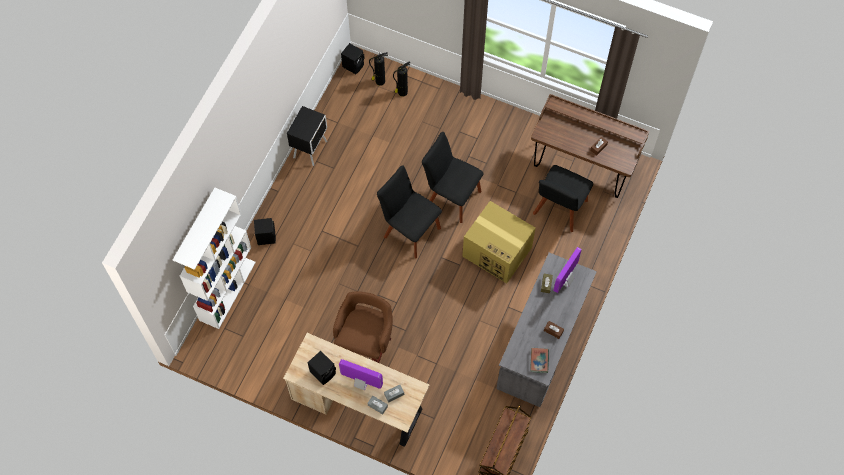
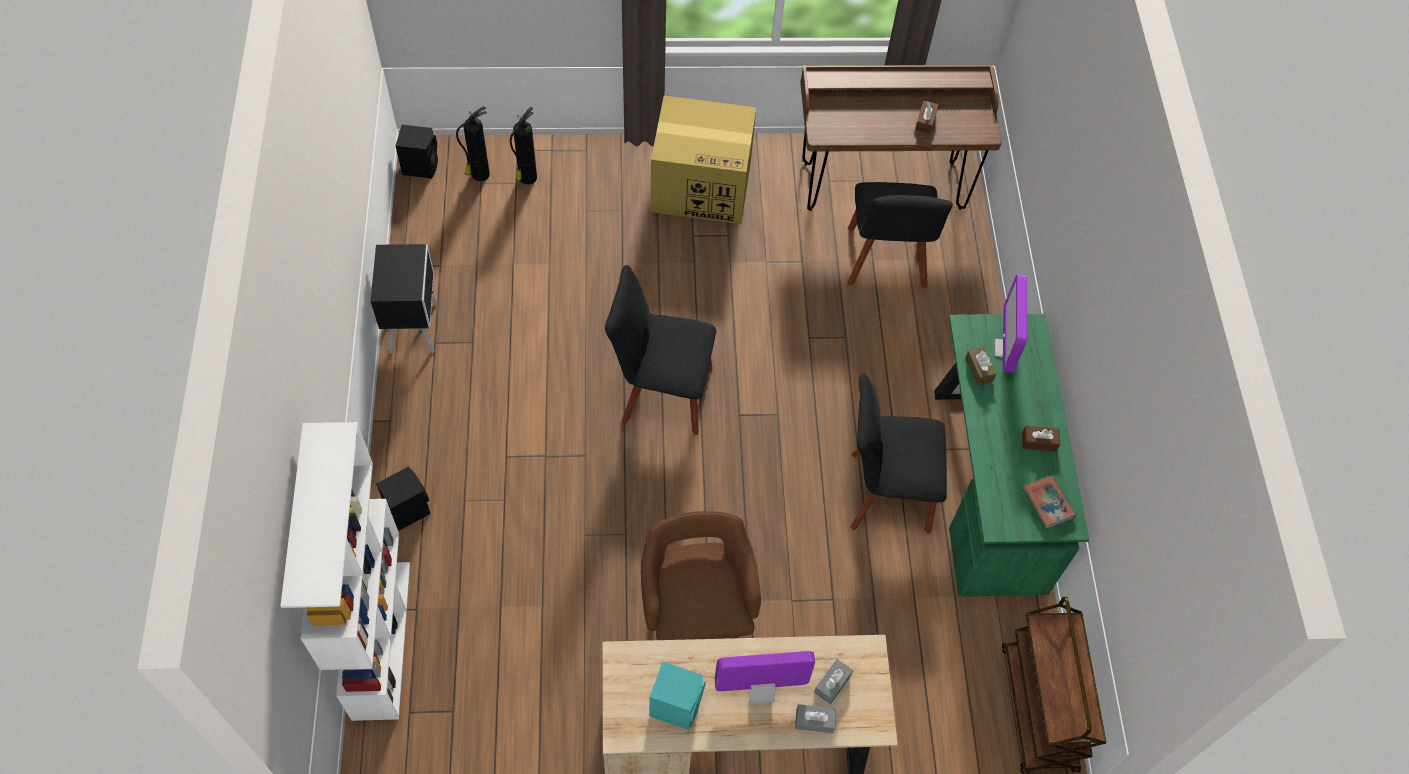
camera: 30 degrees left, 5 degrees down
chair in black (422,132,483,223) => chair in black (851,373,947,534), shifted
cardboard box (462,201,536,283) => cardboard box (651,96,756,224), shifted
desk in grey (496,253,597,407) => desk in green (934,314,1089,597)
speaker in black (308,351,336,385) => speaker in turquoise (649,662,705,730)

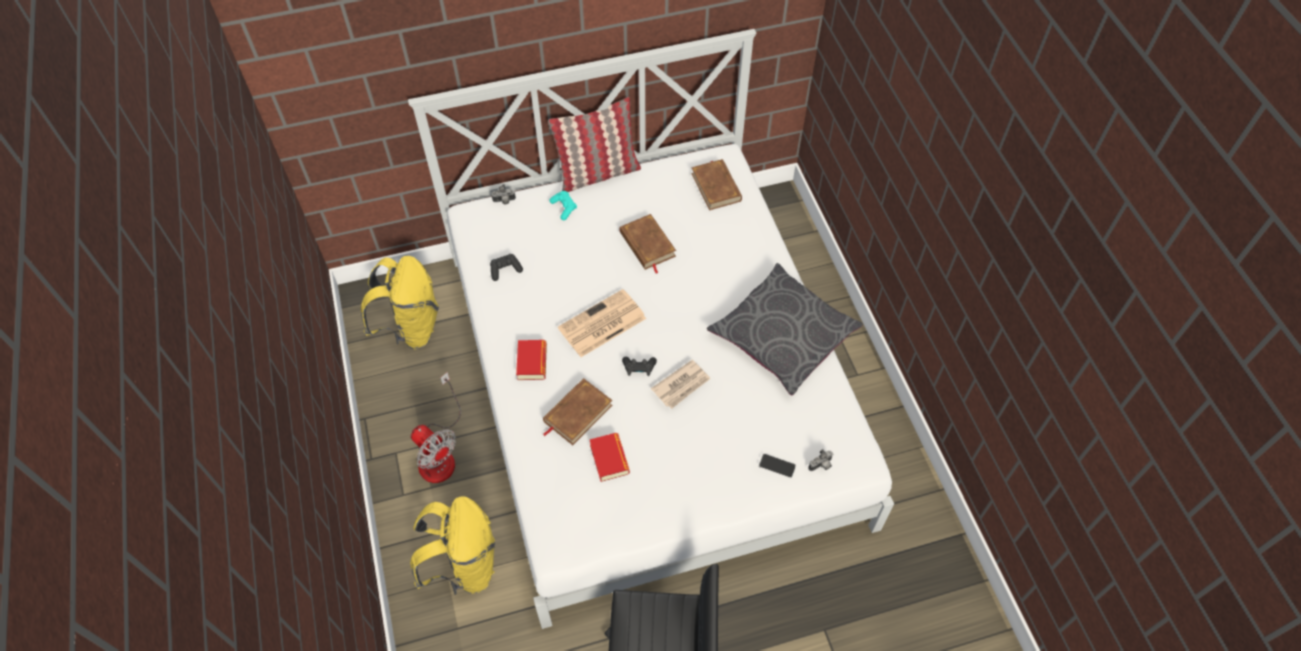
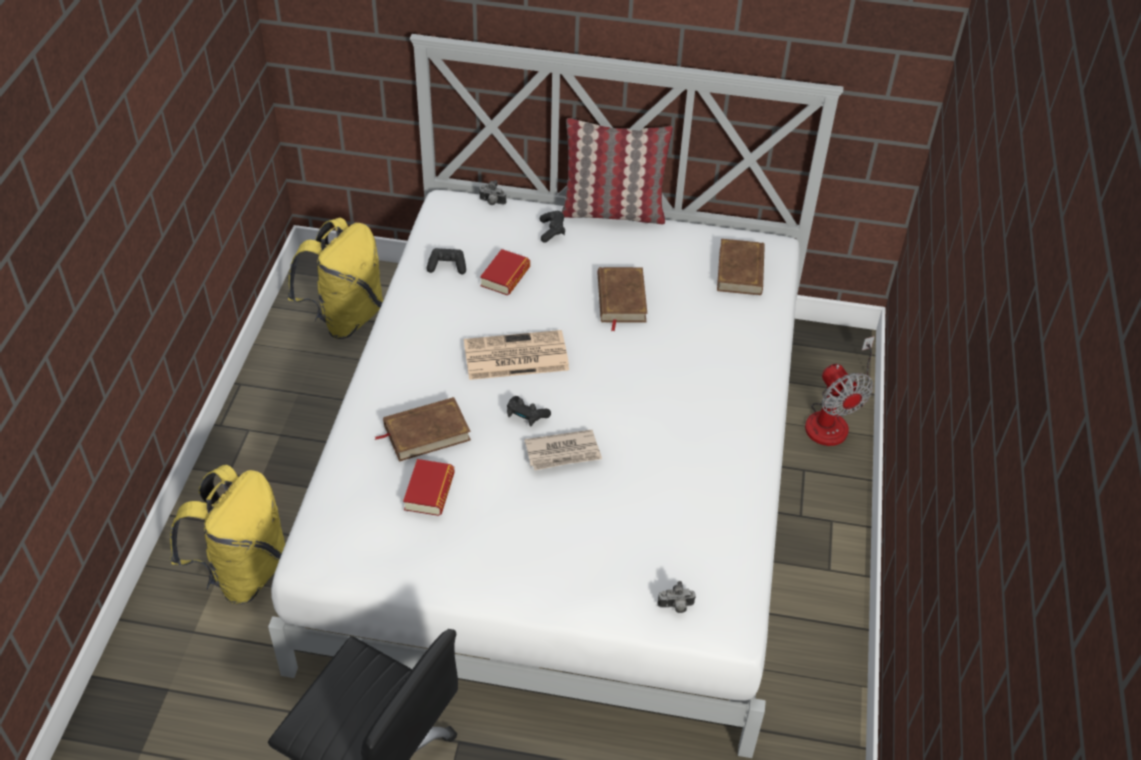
camera: 25 degrees right, 10 degrees down
game controller in turquoise (549,191,577,220) => game controller in black (540,211,565,243)
pillow in grey (707,263,863,396) => nothing
book (516,340,547,380) => book (480,249,530,295), shifted
fan (411,372,461,483) => fan (805,336,875,446), shifted
phone (759,454,796,478) => nothing

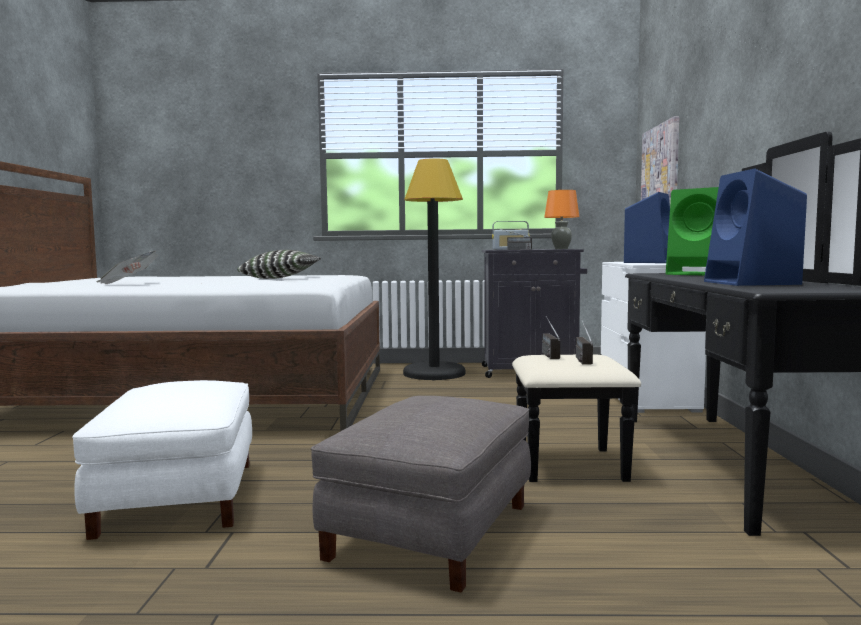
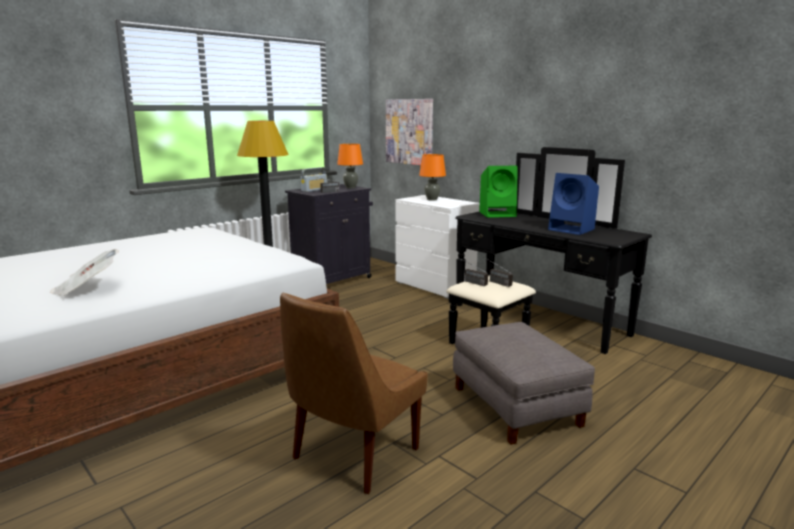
camera: 45 degrees left, 10 degrees up
speaker in blue (624,192,670,263) => table lamp in orange (419,154,446,201)
pillow (237,250,321,279) => nothing
ottoman in white (72,380,252,540) => chair in brown (280,293,428,494)

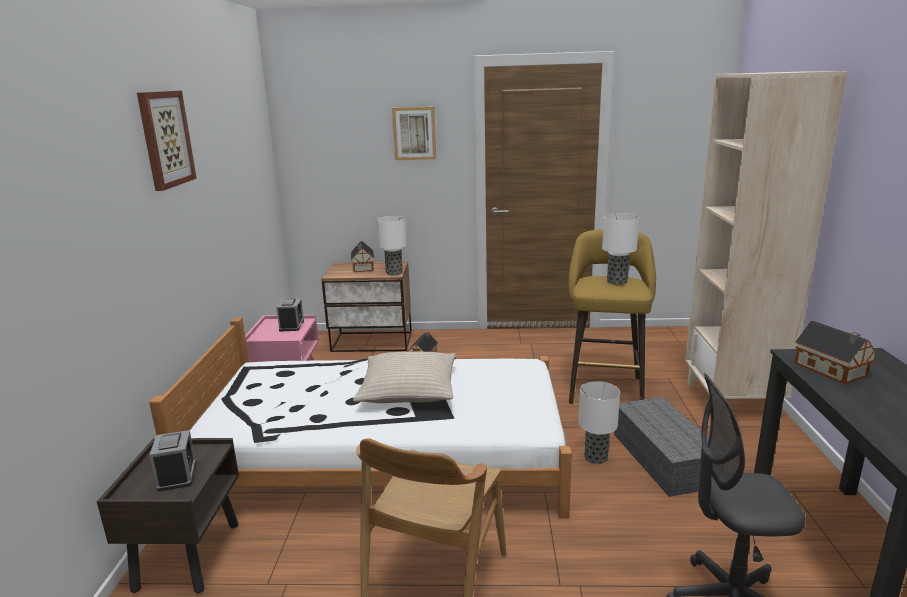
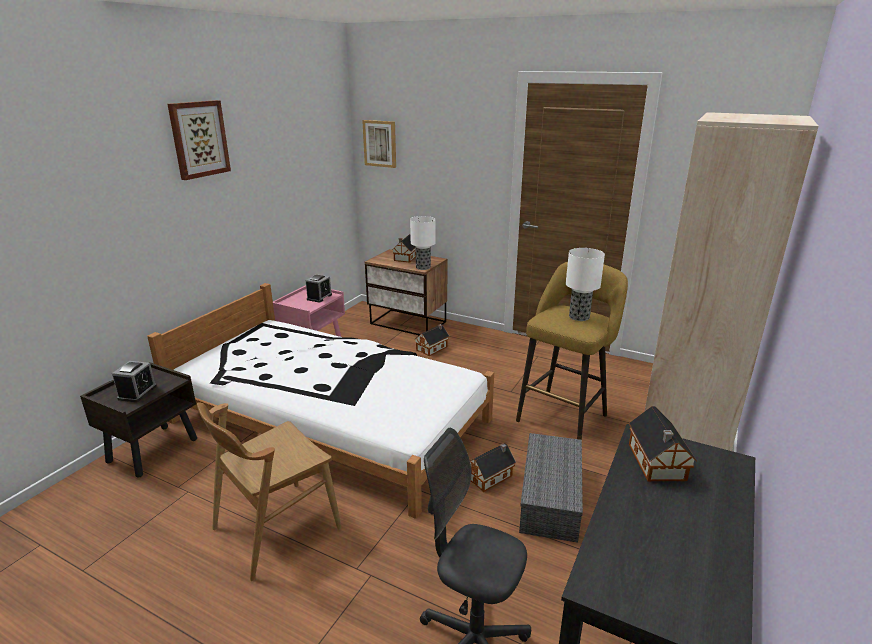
camera: 25 degrees right, 5 degrees up
picture (392,107,436,160) => picture (362,120,396,168), shifted
pillow in beige (353,352,456,403) => nothing
table lamp (578,381,620,464) => toy house (470,443,516,492)

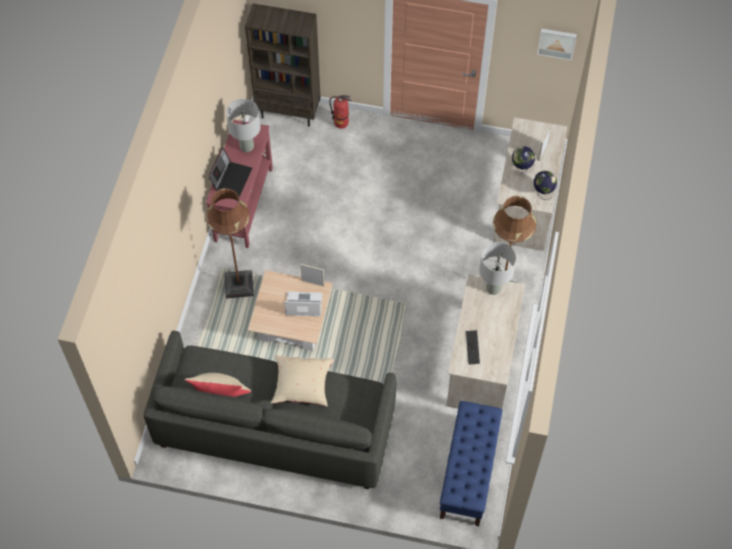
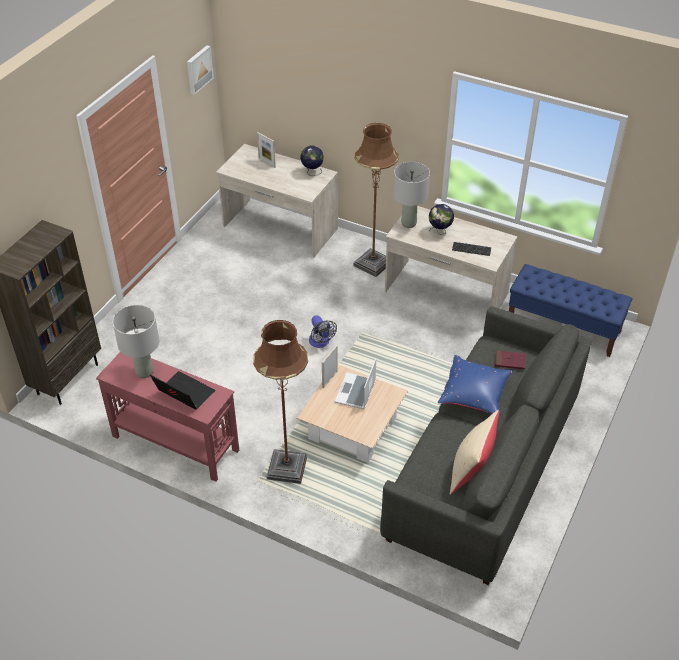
camera: 75 degrees left, 15 degrees down
fire extinguisher (329,95,351,129) => nothing
globe (512,146,535,173) => globe (429,204,454,235), shifted
pillow in beige (270,355,334,407) => pillow in blue (438,355,512,418)
nothing => fan (309,315,337,348)
nothing => book in red (495,350,526,370)

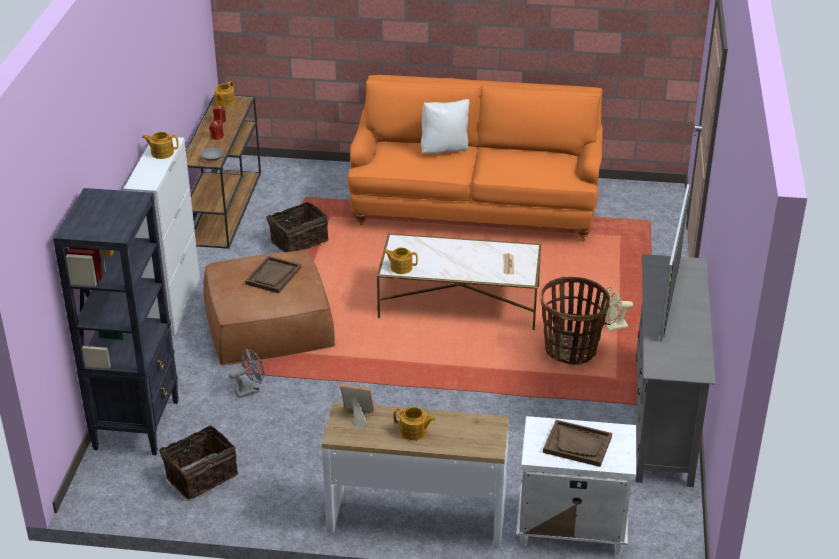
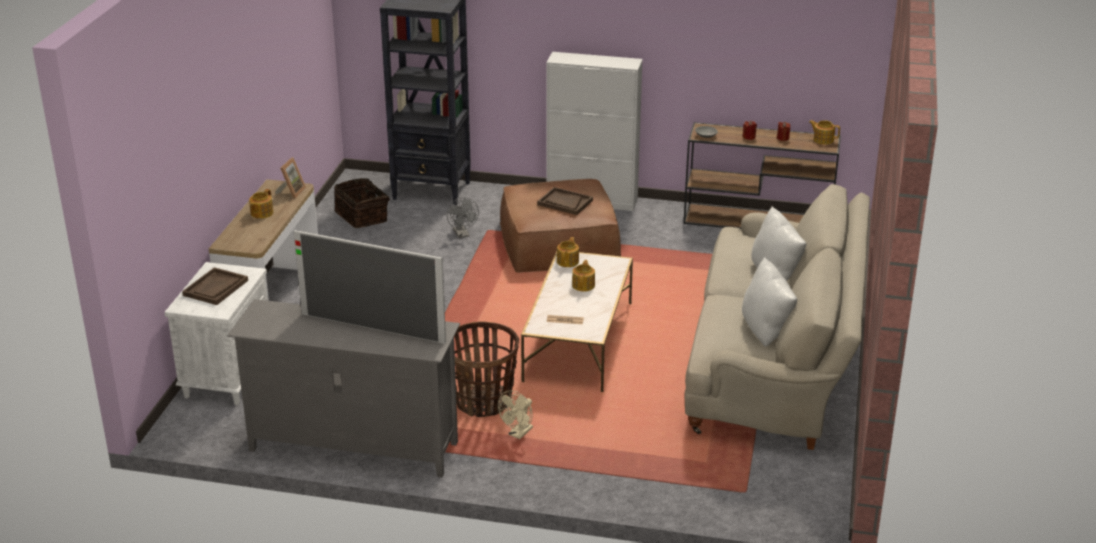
camera: 95 degrees right, 5 degrees down
sofa in orange (347,75,603,241) => sofa in beige (685,184,870,450)
teapot (142,132,179,159) => teapot (572,260,595,292), shifted
basket (266,202,328,252) => nothing
fan in beige (600,287,633,331) => fan in beige (498,390,533,439), 135 degrees counterclockwise
nothing => pillow in white (742,257,797,347)

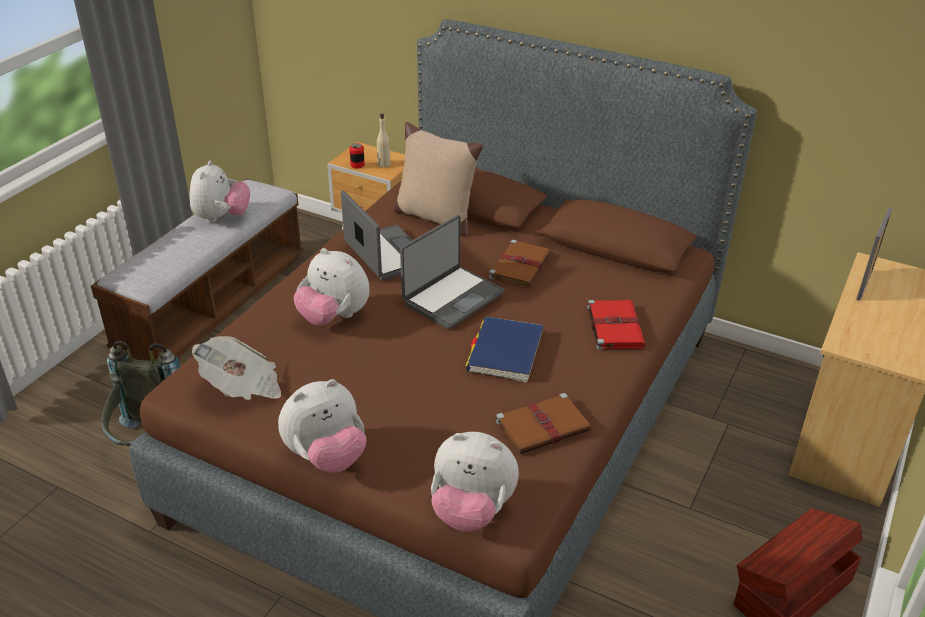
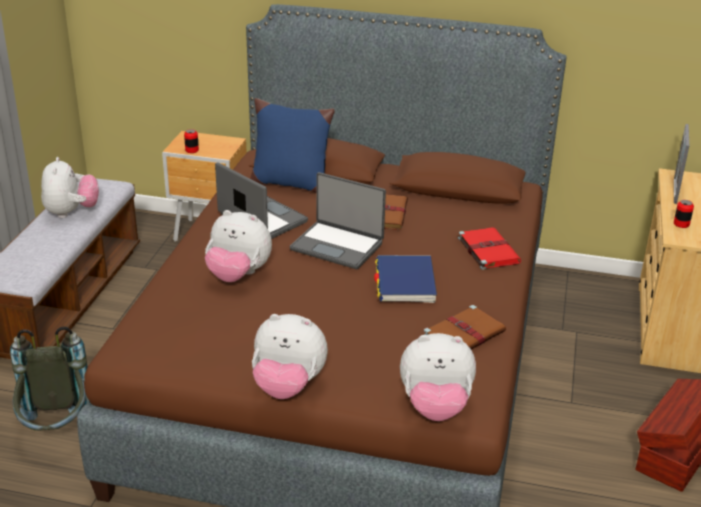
camera: 15 degrees left, 5 degrees down
bottle in beige (377,113,390,167) => nothing
pillow in beige (393,122,483,237) => pillow in blue (250,98,334,193)
laptop (400,215,505,330) => laptop (290,172,386,269), 90 degrees clockwise
newspaper (192,336,281,400) => nothing
plush toy (278,379,366,473) => plush toy (252,314,328,399), 60 degrees clockwise
nothing => can (674,200,694,228)

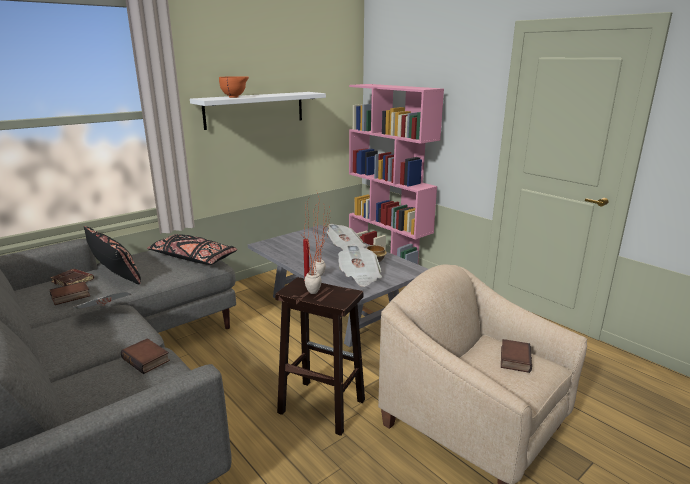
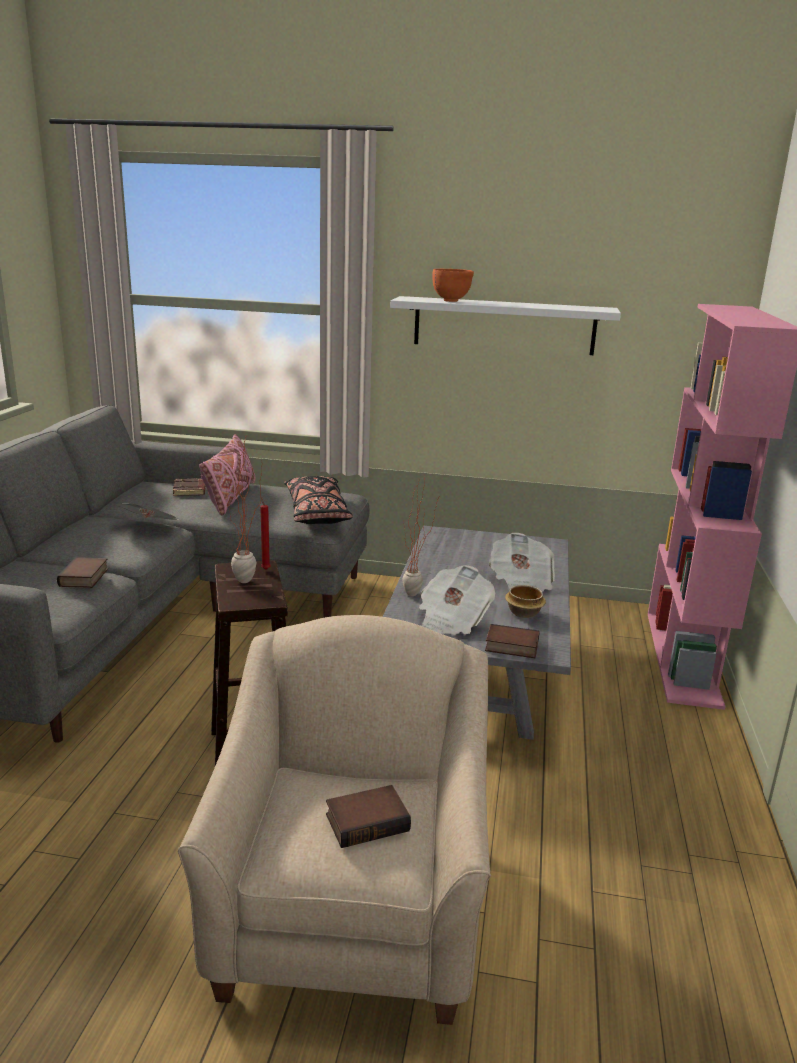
camera: 50 degrees right, 0 degrees up
pillow in black (84,226,141,284) => pillow in pink (199,434,256,516)
book (50,281,90,305) => book (485,624,539,658), shifted

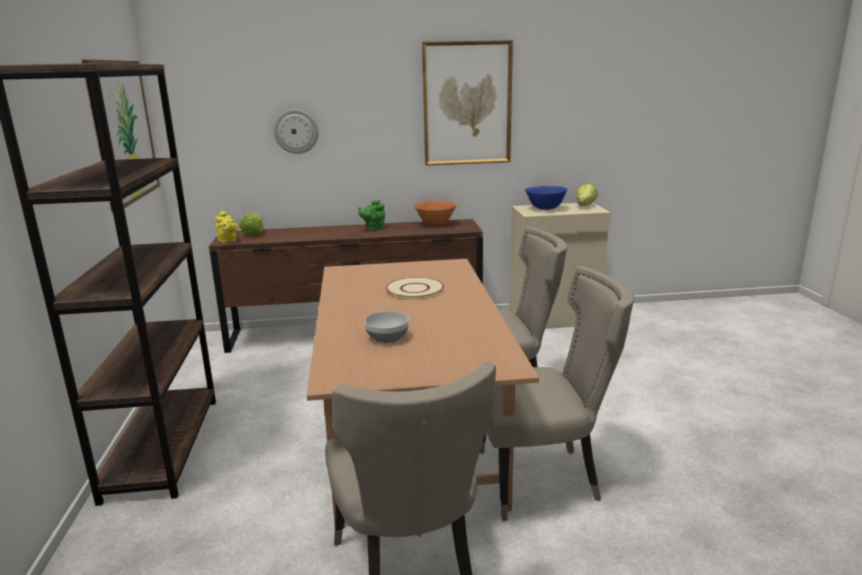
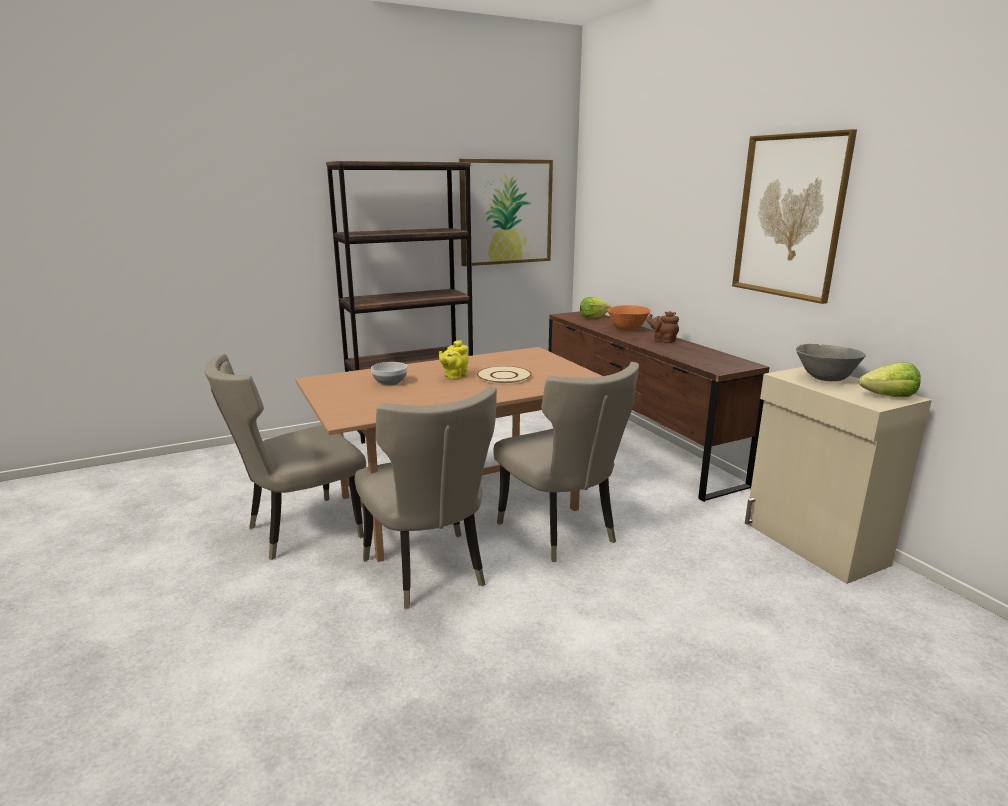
camera: 70 degrees right, 0 degrees up
wall clock (273,109,318,154) => nothing
bowl in blue (525,186,568,210) => bowl in grey (796,344,866,381)
teapot in green (358,200,385,231) => teapot in brown (647,311,679,343)
bowl in orange (414,200,457,225) => bowl in orange (607,305,651,330), shifted
teapot in yellow (215,211,238,243) => teapot in yellow (439,340,469,380), shifted

